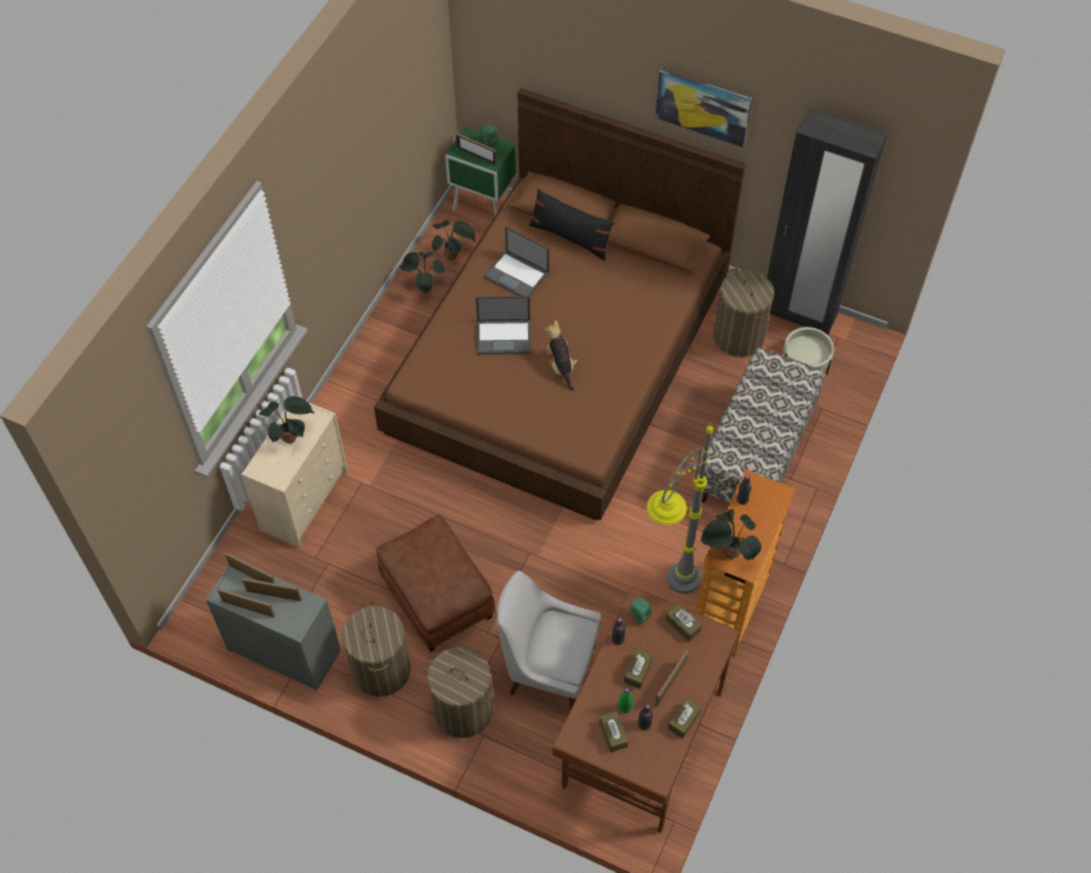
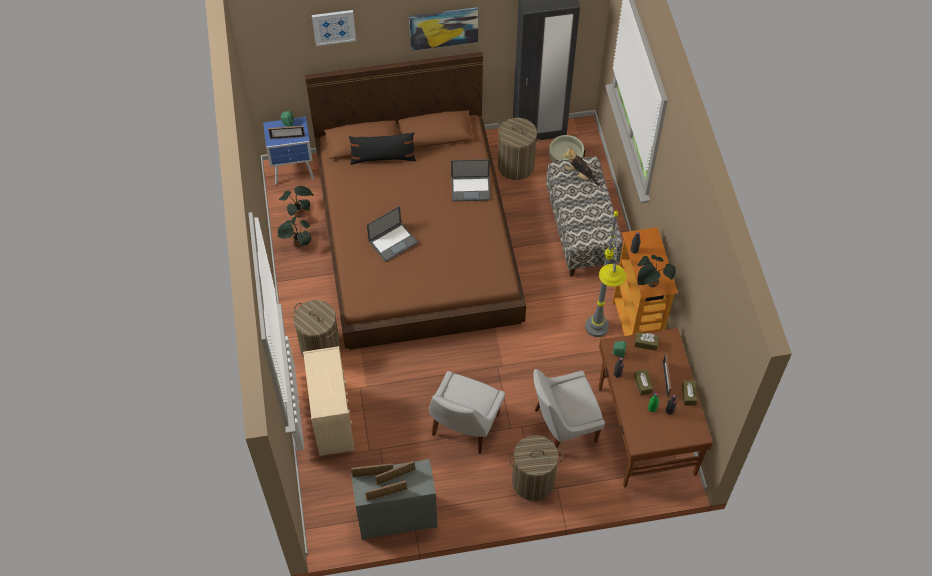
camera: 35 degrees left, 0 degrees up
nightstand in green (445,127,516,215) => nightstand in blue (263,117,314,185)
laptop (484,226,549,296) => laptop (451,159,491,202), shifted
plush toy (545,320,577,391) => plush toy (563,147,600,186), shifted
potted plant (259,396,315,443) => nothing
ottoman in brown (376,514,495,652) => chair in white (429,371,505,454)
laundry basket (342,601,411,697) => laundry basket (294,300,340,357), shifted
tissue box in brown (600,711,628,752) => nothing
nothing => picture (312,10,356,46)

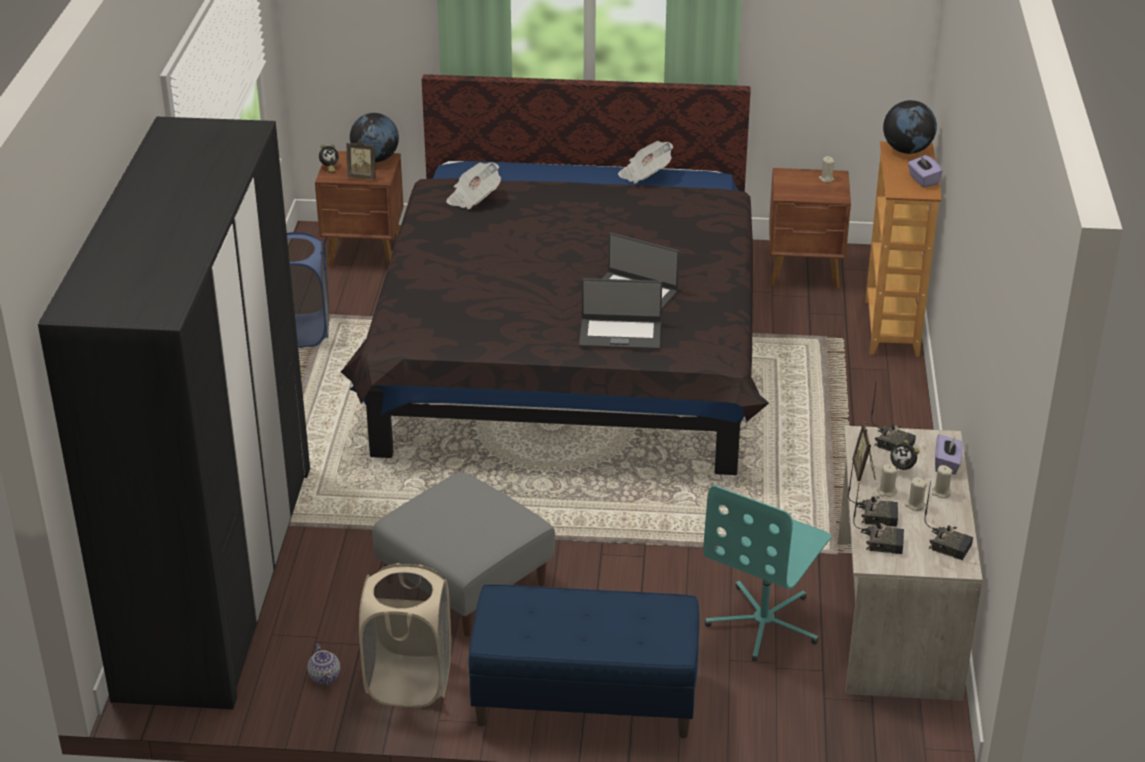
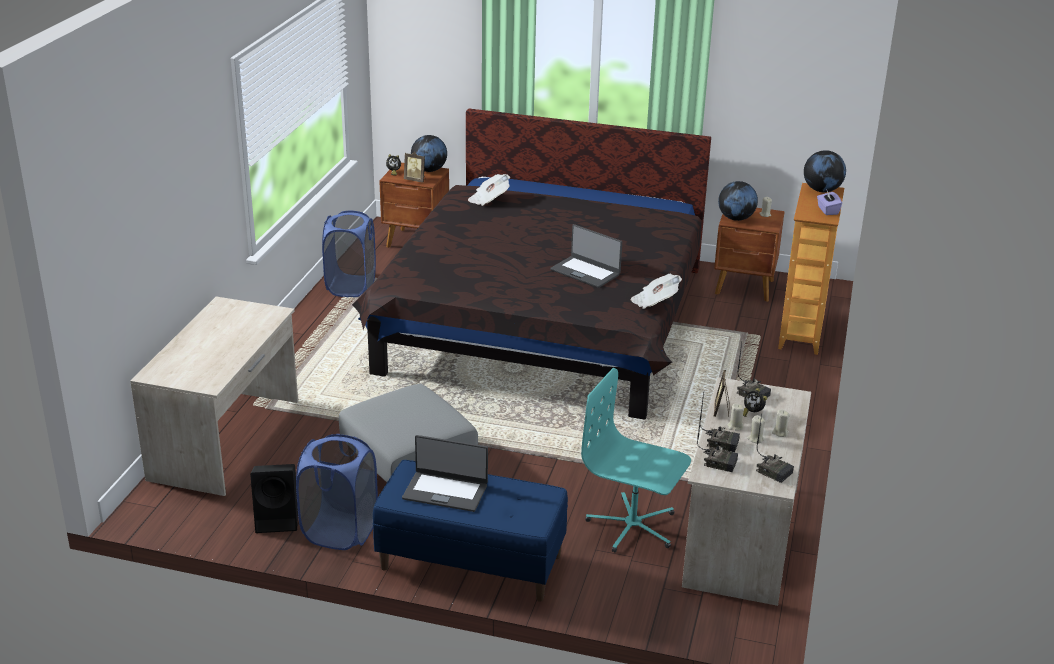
camera: 10 degrees right, 5 degrees down
wardrobe in black (38,117,310,709) => desk in beige (130,297,298,496)
newspaper (618,141,673,184) => newspaper (631,274,682,309), shifted
laptop (579,278,662,350) => laptop (402,435,488,512), shifted
tissue box in purple (935,434,963,475) => nothing
office chair in turquoise (703,485,832,662) => office chair in turquoise (581,368,691,553), 75 degrees clockwise
laundry basket in beige (359,563,451,707) => laundry basket in blue (296,434,378,550)
teapot (307,644,340,685) => speaker in black (250,464,298,533)
nothing => globe (718,181,758,221)

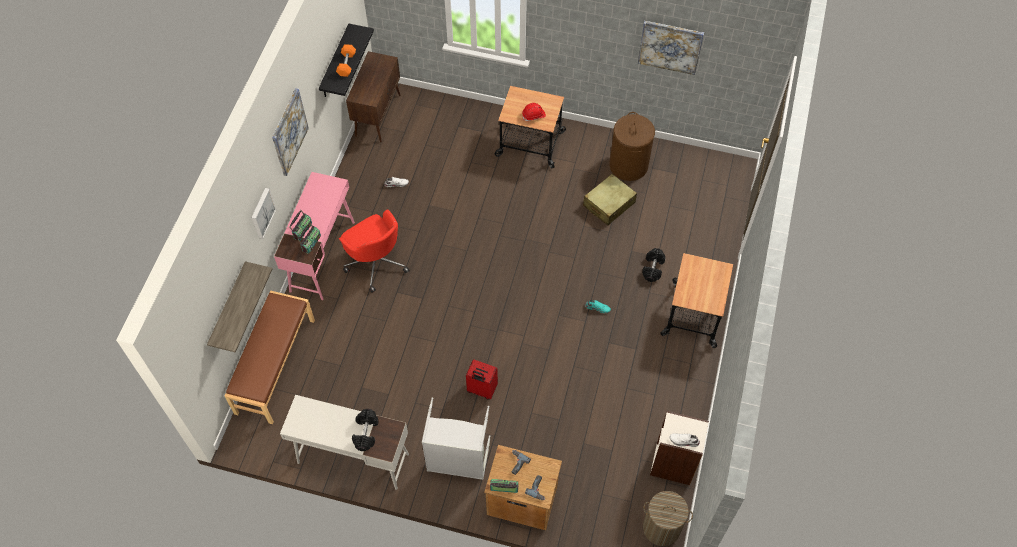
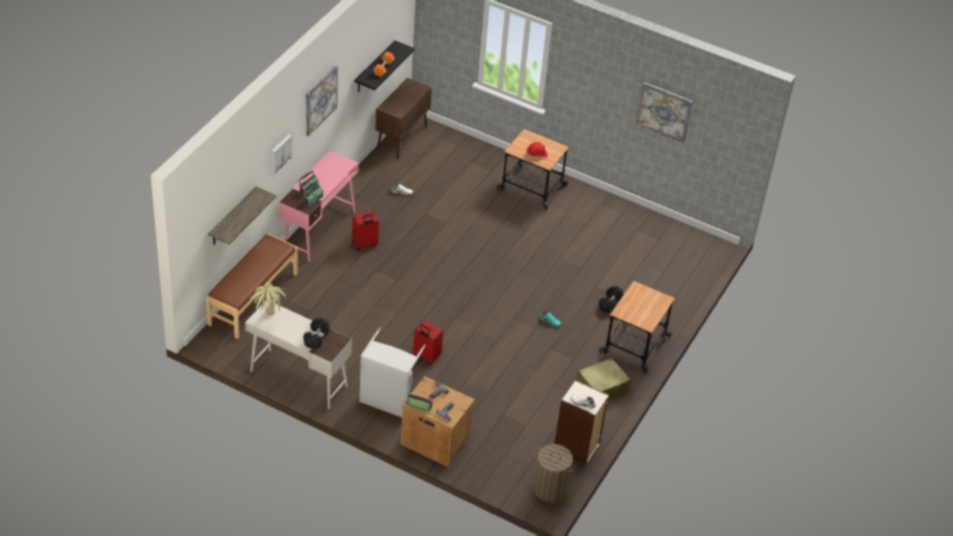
camera: 10 degrees right, 15 degrees down
laundry basket in brown (609,112,655,181) => nothing
suitcase in beige (583,174,637,225) => suitcase in beige (576,358,631,399), shifted
office chair in red (339,209,410,293) => suitcase in red (352,211,379,251)
nothing => potted plant (250,282,286,315)

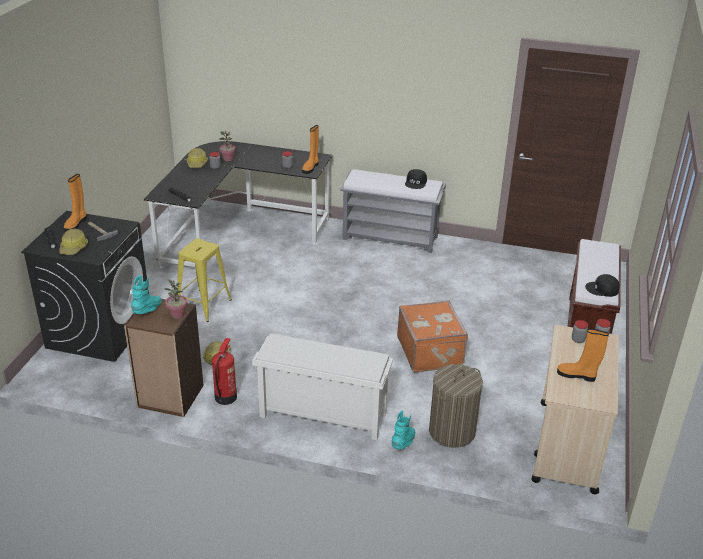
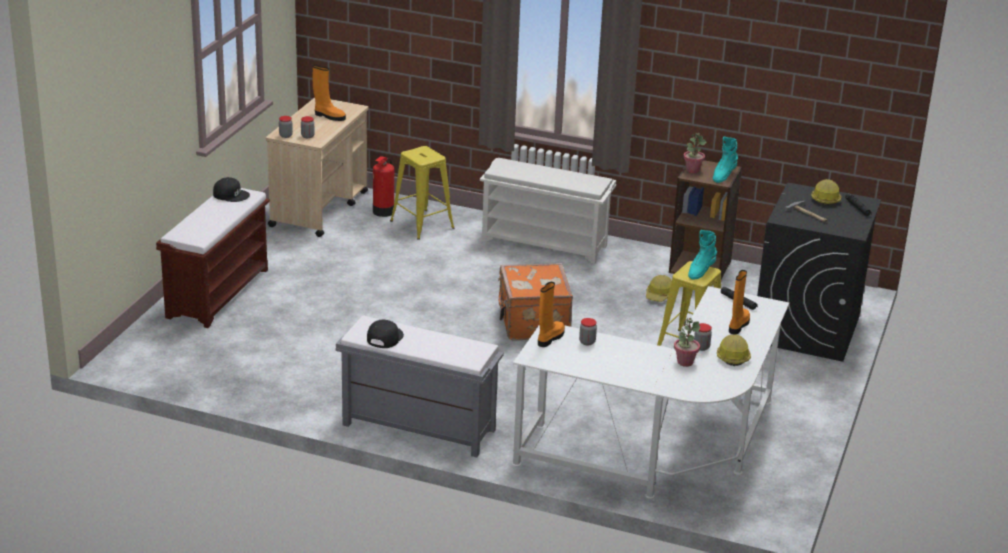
camera: 175 degrees left, 5 degrees down
desk in black (143,141,332,269) => desk in white (512,286,789,499)
boot in orange (64,174,87,232) => boot in orange (729,270,750,335), shifted
suitcase in orange (397,300,468,372) => suitcase in orange (498,263,573,341), shifted
fire extinguisher (212,338,237,405) => fire extinguisher (373,156,394,217), shifted
laundry basket (429,364,483,448) => stool in yellow (390,146,454,240)
boot in turquoise (392,411,415,450) => boot in turquoise (688,230,717,280), shifted

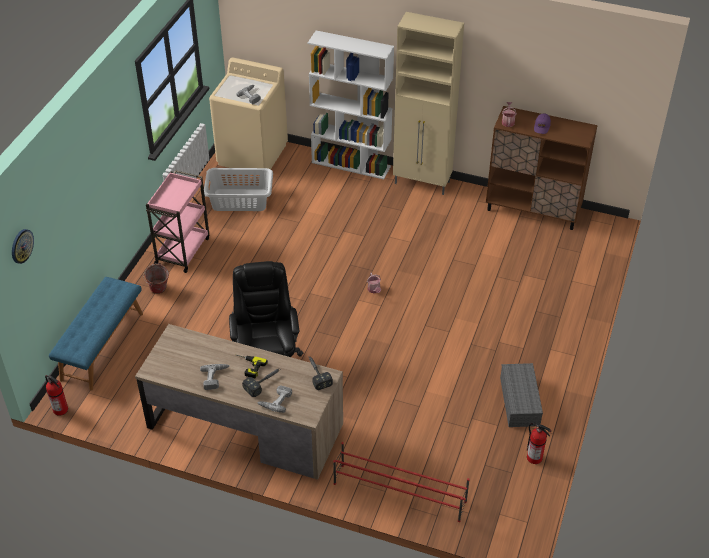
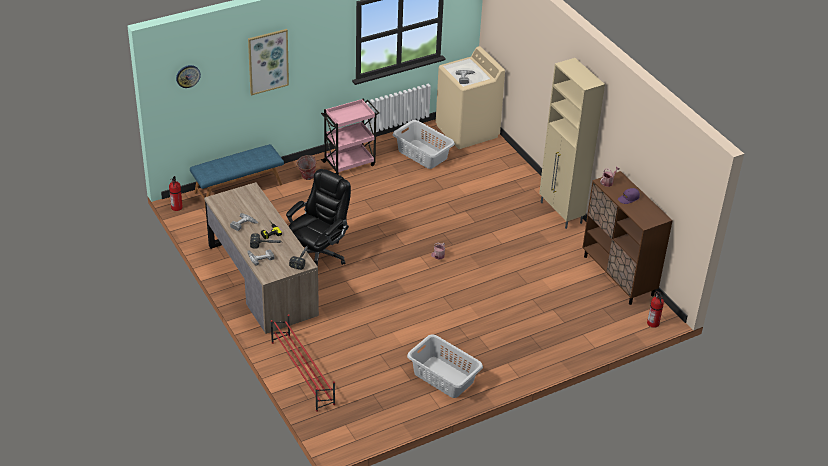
camera: 40 degrees right, 5 degrees down
bookcase in white (308,31,394,179) => nothing
storage box in grey (500,363,543,427) => laundry basket in grey (407,334,483,398)
fire extinguisher (527,423,551,464) => fire extinguisher (647,291,664,328), shifted
nothing => picture (248,29,289,95)

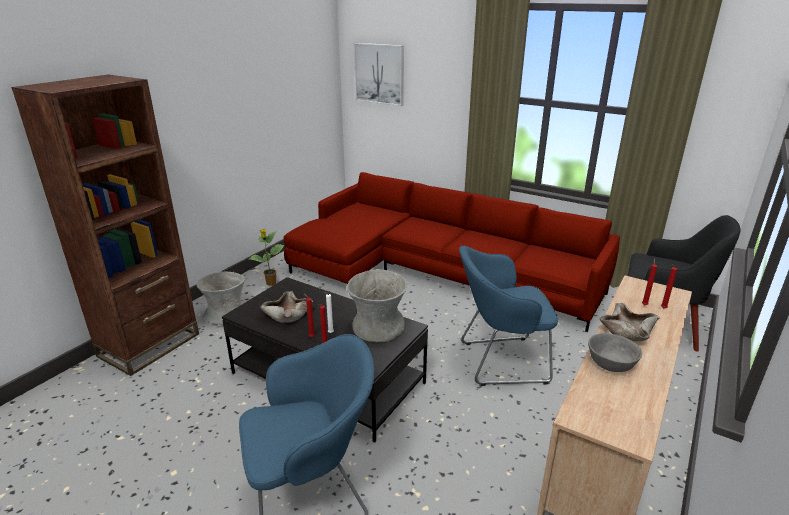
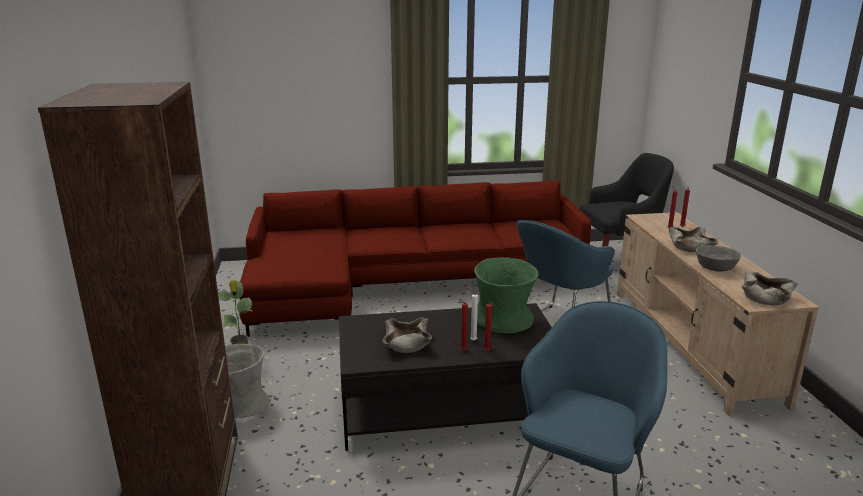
camera: 40 degrees left, 5 degrees down
picture (354,43,404,106) => nothing
vase in grey (347,269,407,342) => vase in green (474,257,538,334)
nothing => bowl in beige (742,272,797,306)

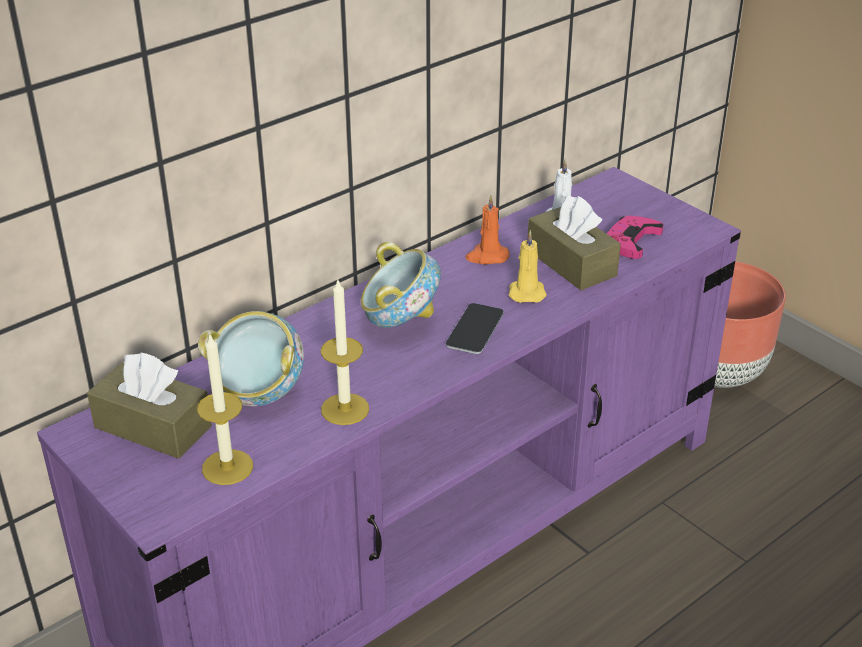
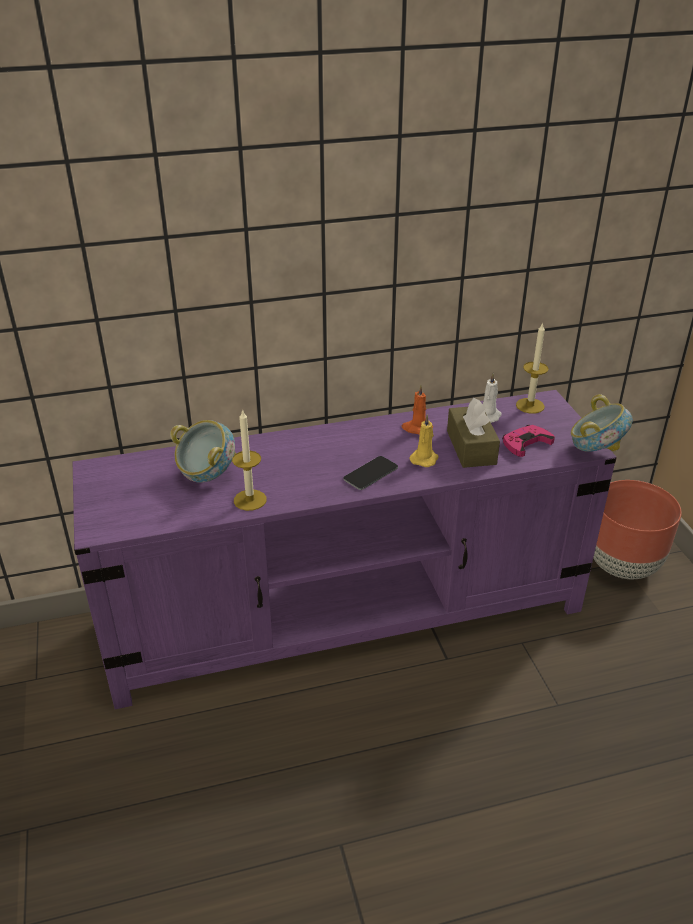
camera: 25 degrees right, 0 degrees up
bowl (361,242,441,328) => bowl (571,394,633,452), shifted
candle (197,335,253,485) => candle (516,322,549,414), shifted
tissue box in brown (87,353,212,459) => nothing

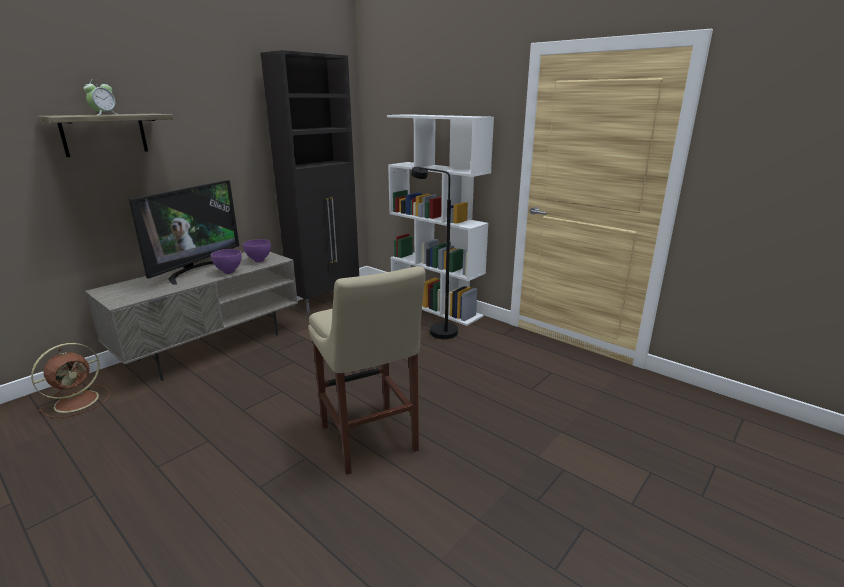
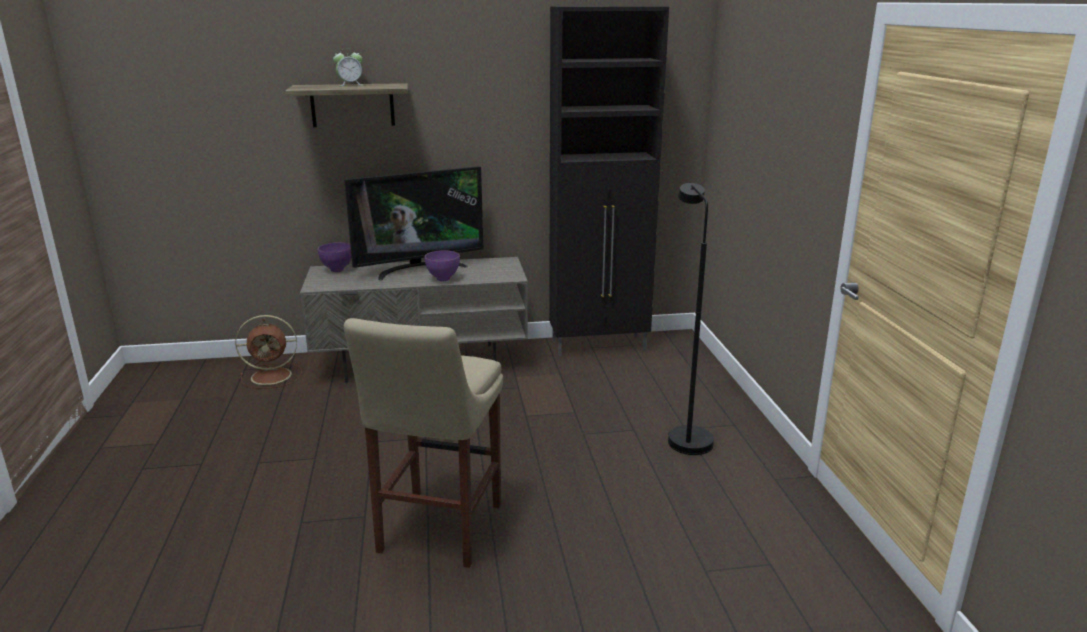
camera: 40 degrees right, 0 degrees up
bookcase in white (387,114,494,326) => nothing
bowl in purple (243,239,271,262) => bowl in purple (318,242,352,272), shifted

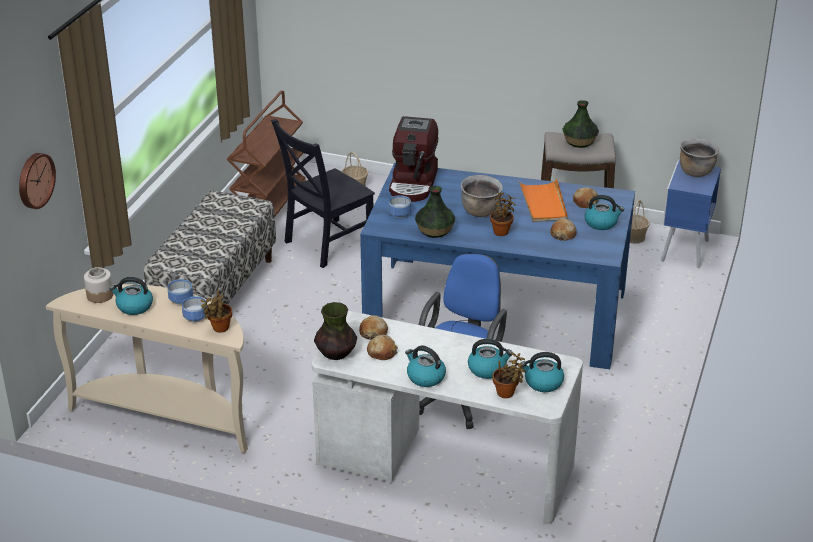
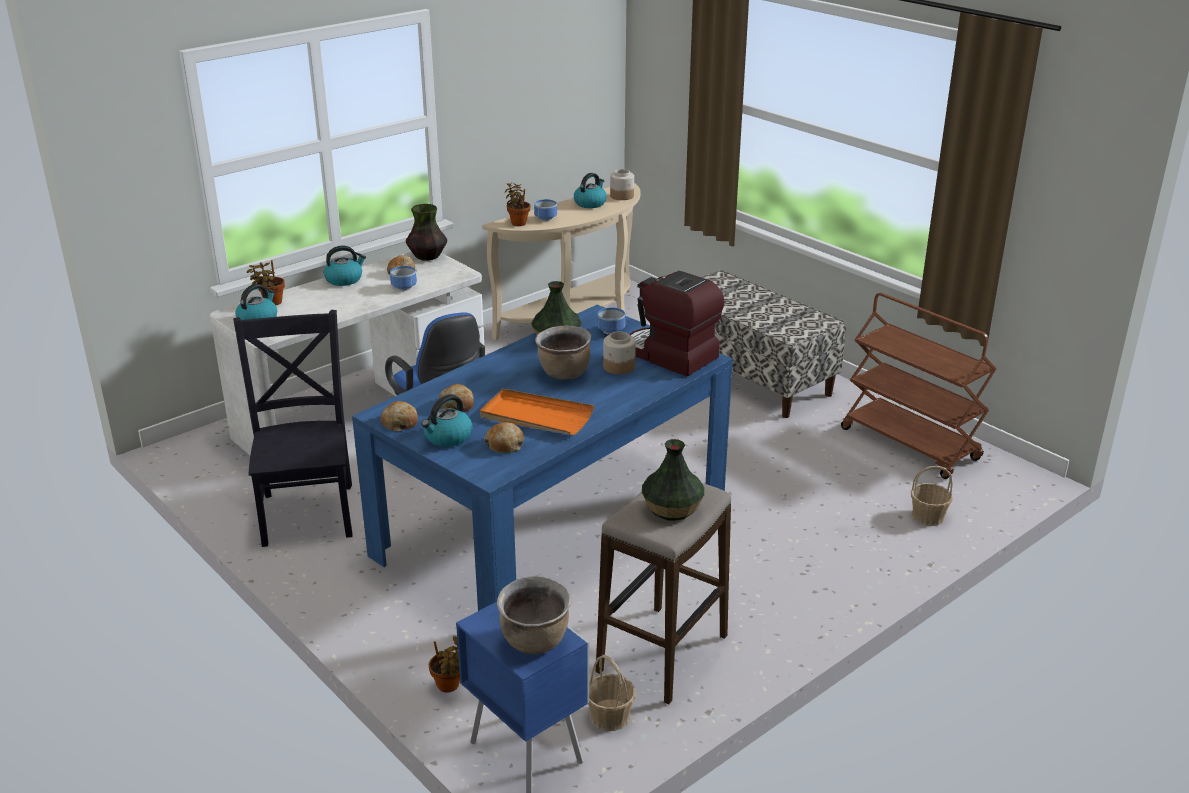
camera: 120 degrees right, 5 degrees down
chair in black (271,119,375,268) => chair in black (233,310,353,547), shifted
wall clock (19,153,56,209) => nothing
potted plant (490,192,516,236) => potted plant (429,636,460,692), shifted
bowl (168,279,193,305) => bowl (390,266,417,291), shifted
bread (359,315,388,340) => bread (381,401,418,432), shifted
kettle (468,339,512,379) => nothing
nothing => jar (603,331,636,374)

